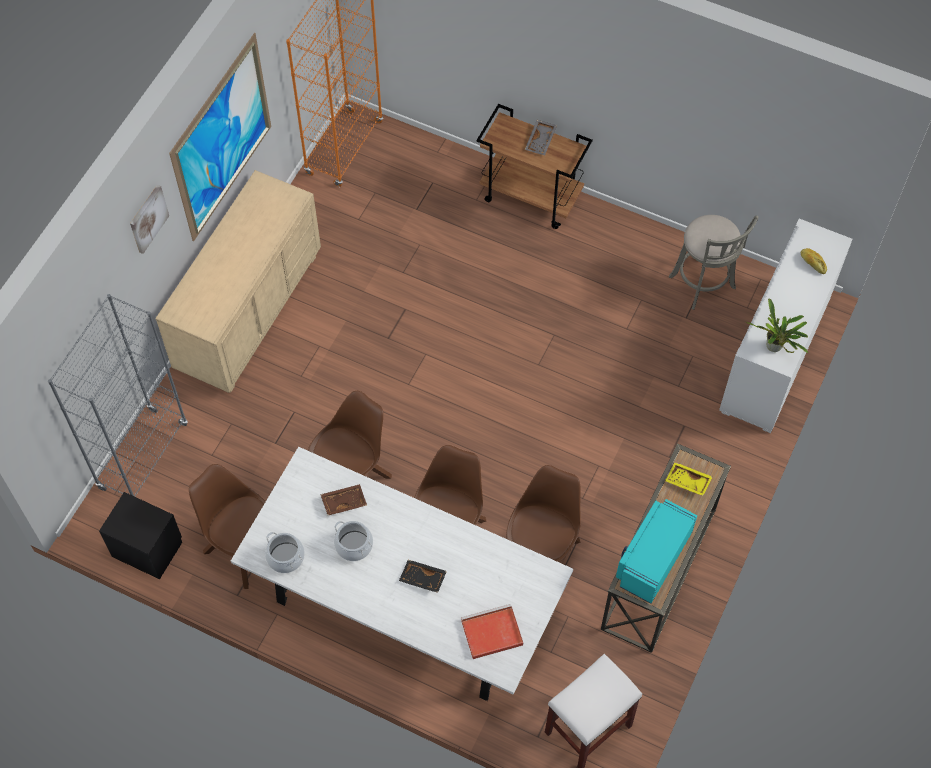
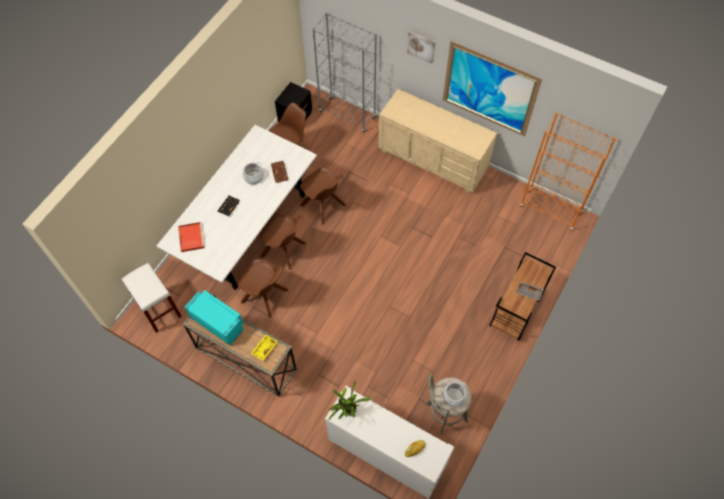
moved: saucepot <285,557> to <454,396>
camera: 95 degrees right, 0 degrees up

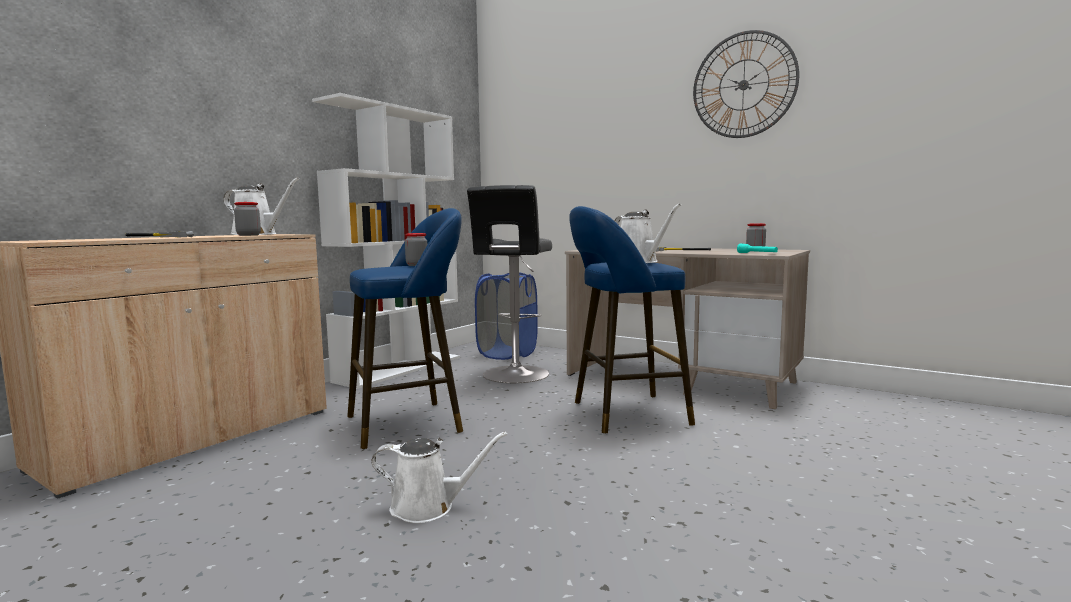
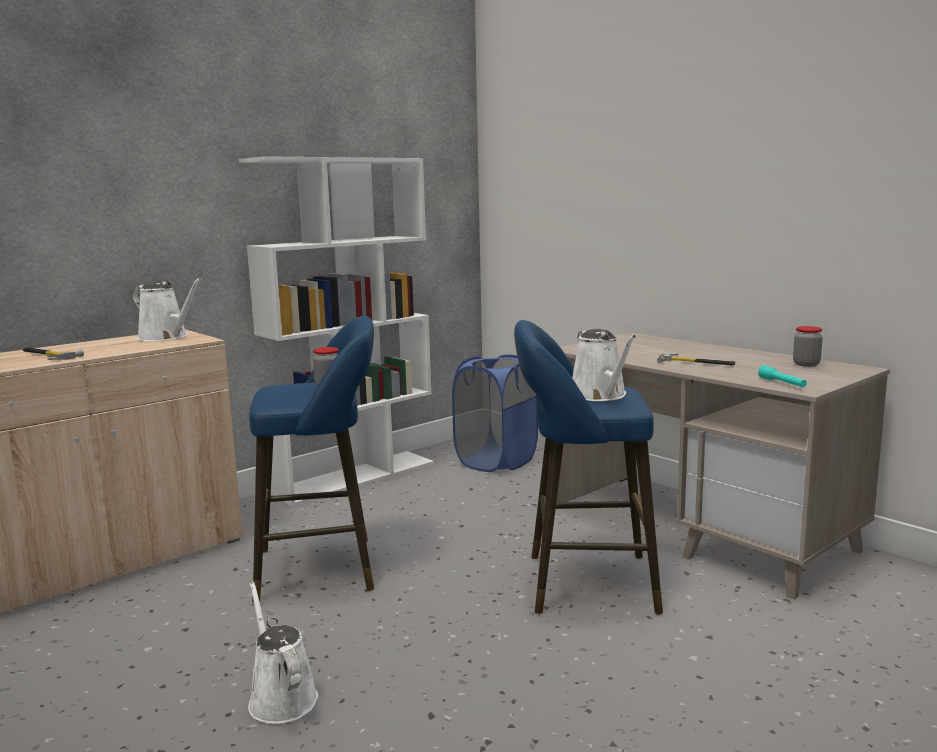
removed: clock on the wall <743,85>; black-coloured stool <514,375>; jar <248,235>
turned: white-coloured sprinkling can <428,507> = <281,698> 135 degrees counterclockwise
camera: 15 degrees right, 5 degrees up

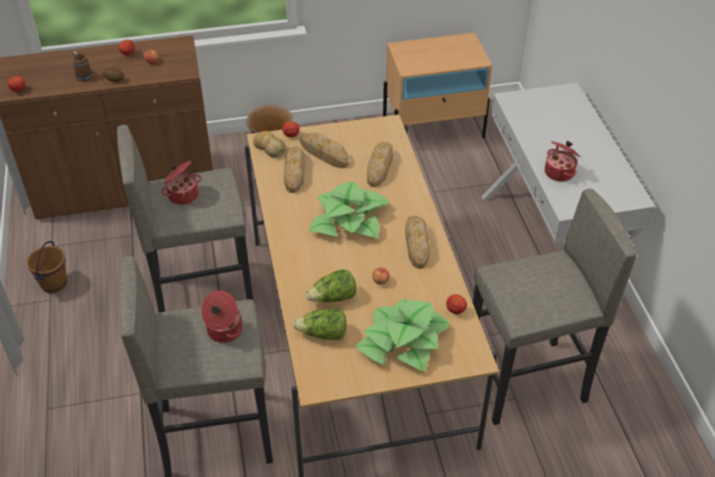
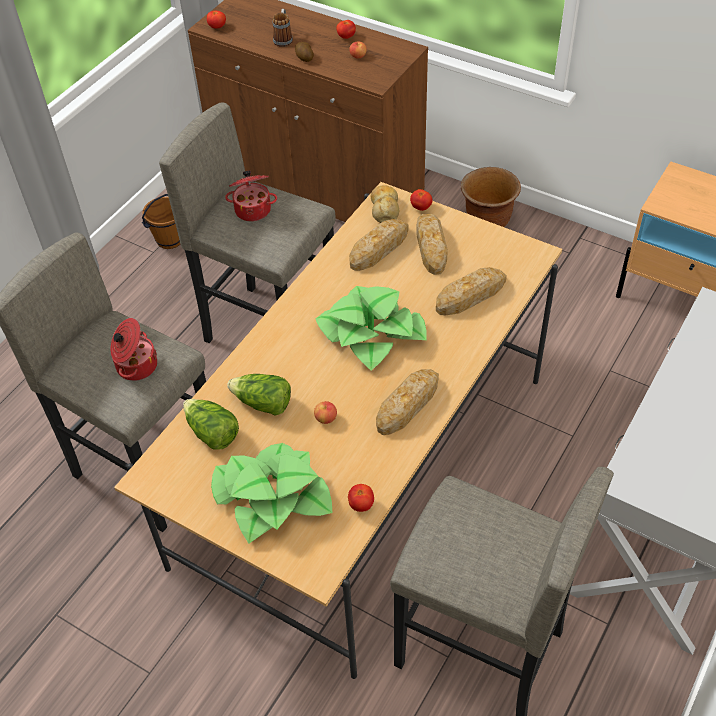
removed: saucepot <560,172>
camera: 45 degrees right, 5 degrees up

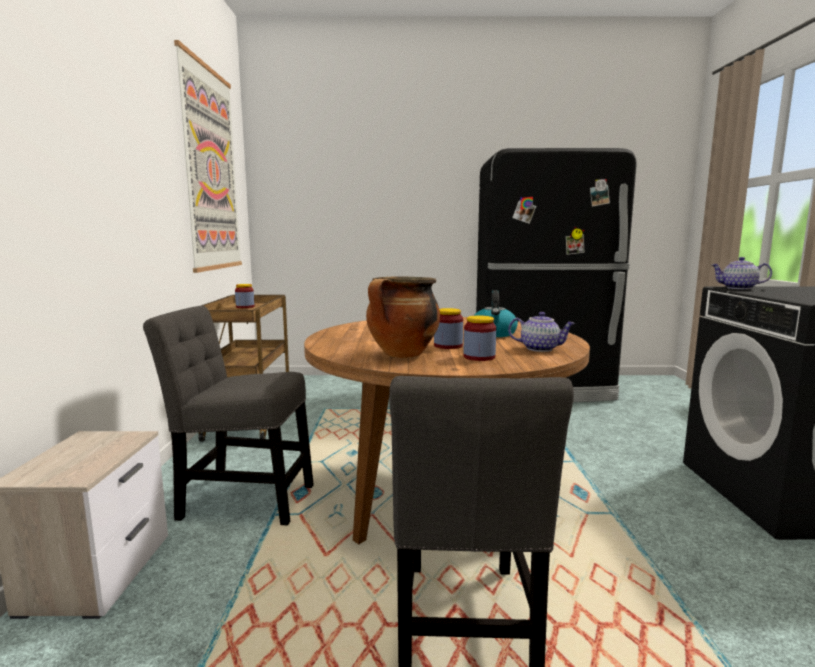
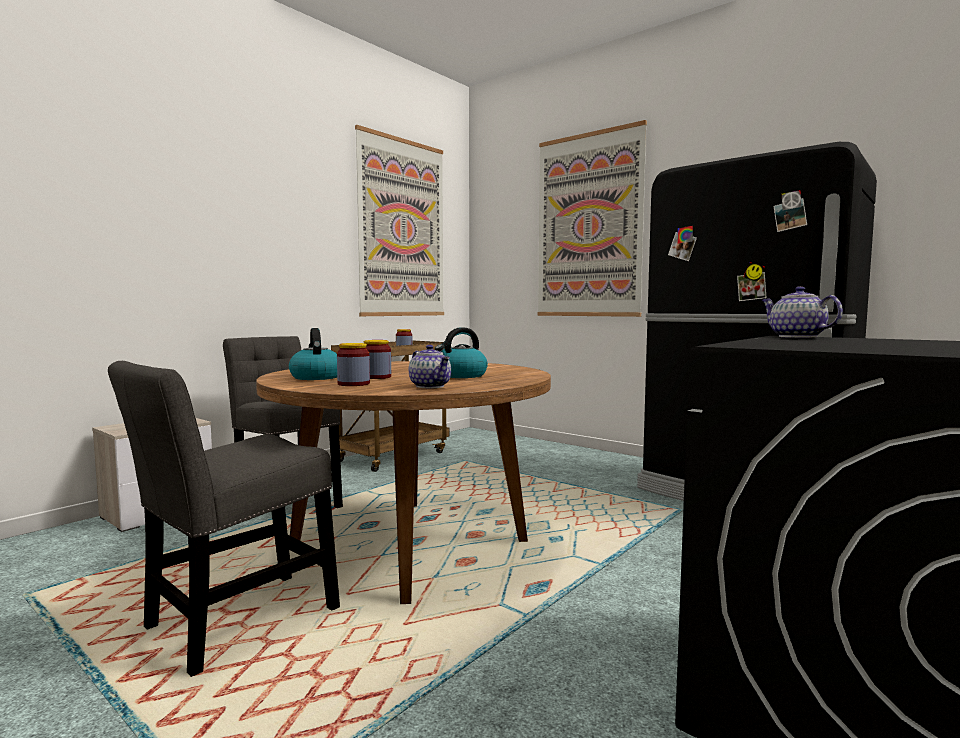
added: wall picture <588,226>
replaced: saucepot <402,355> to kettle <316,377>
camera: 40 degrees right, 5 degrees down

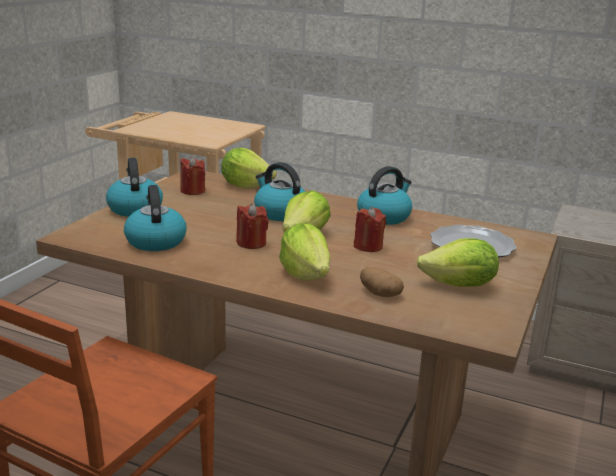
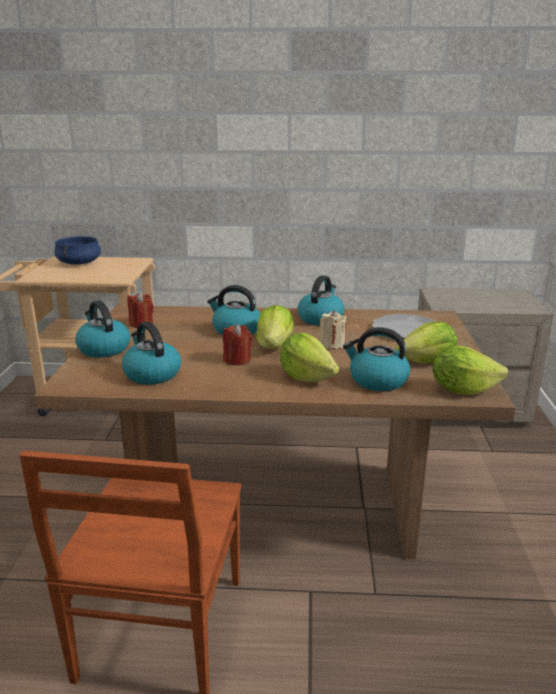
added: blue saucepot <79,263>
moved: lettuce head <246,185> to <462,390>
replaced: spud <379,293> to kettle <377,381>
recoloured: red wax candle <368,246> to beige wax candle <332,345>
camera: 20 degrees left, 0 degrees up

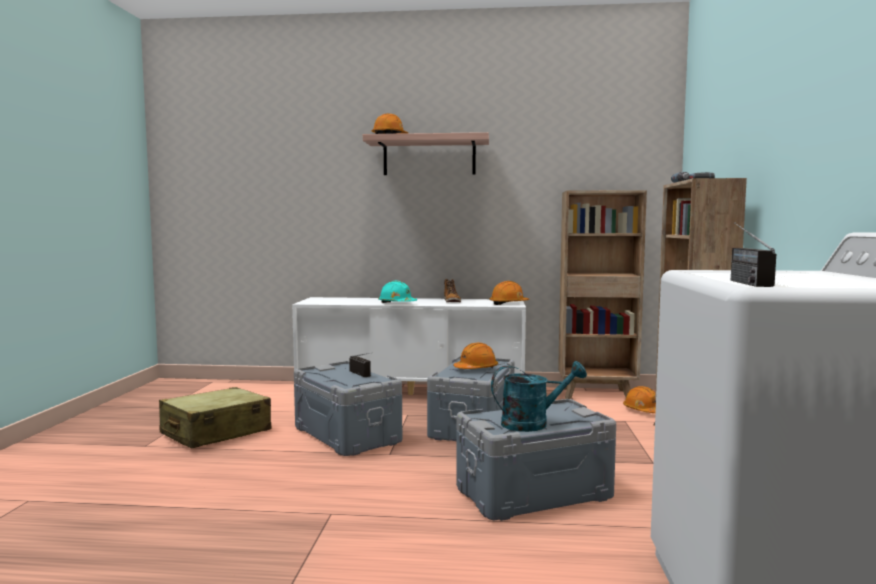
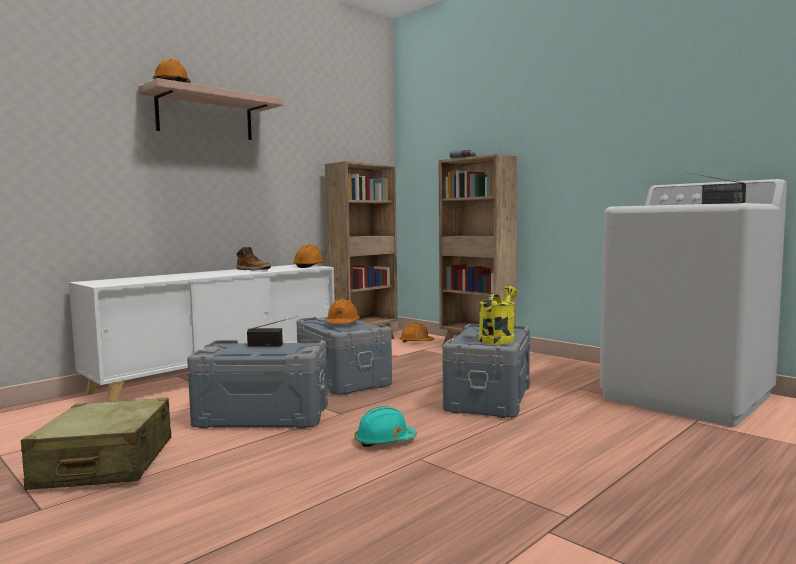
moved: turquoise-coloured hard hat <397,303> to <384,441>
recoloured: turquoise-coloured sprinkling can <533,423> to yellow-coloured sprinkling can <498,339>
camera: 50 degrees left, 0 degrees up

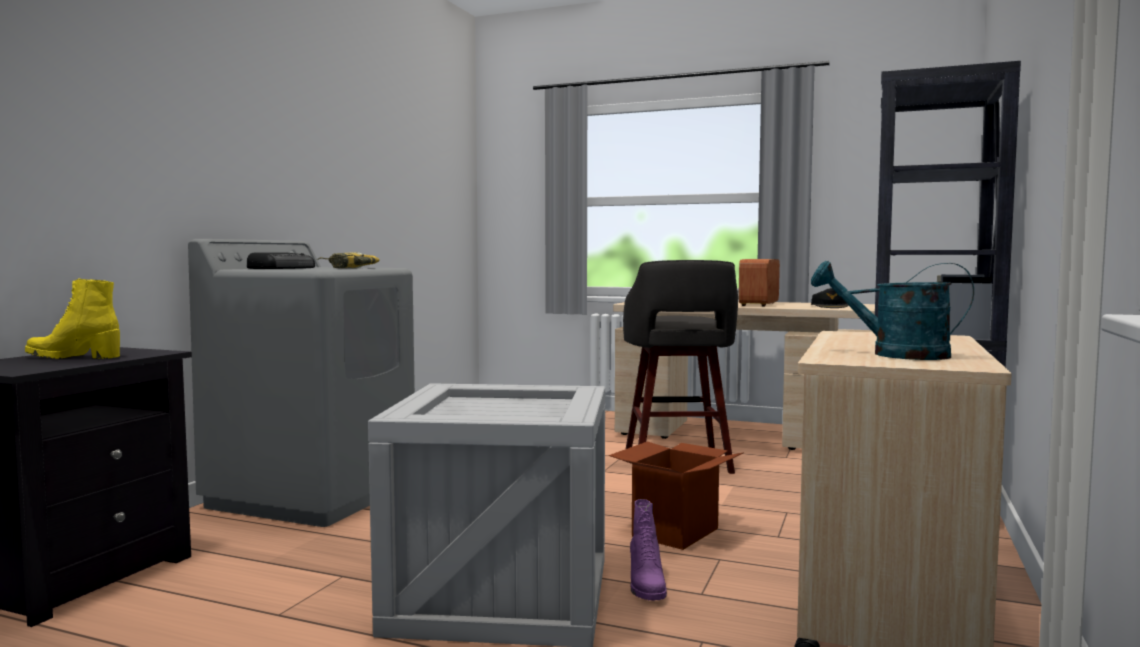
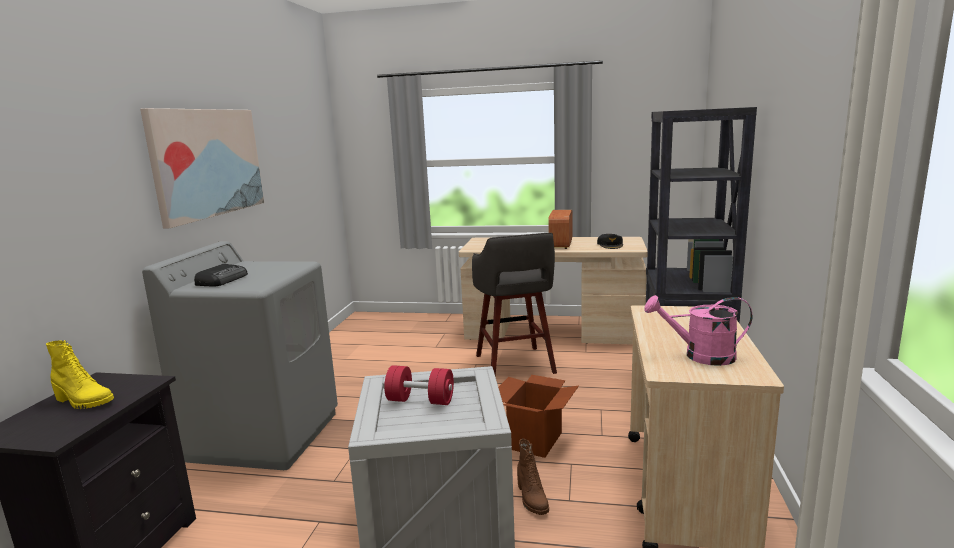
removed: power drill <345,268>
added: wall picture <207,163>; red hand weight <420,400>
recoloured: turquoise-coloured sprinkling can <895,354> to pink-coloured sprinkling can <700,356>; purple high-top boot <645,586> to brownish high-top boot <531,499>
turned: yellow-coloured high-top boot <74,357> = <83,402> 150 degrees counterclockwise
camera: 10 degrees left, 10 degrees up

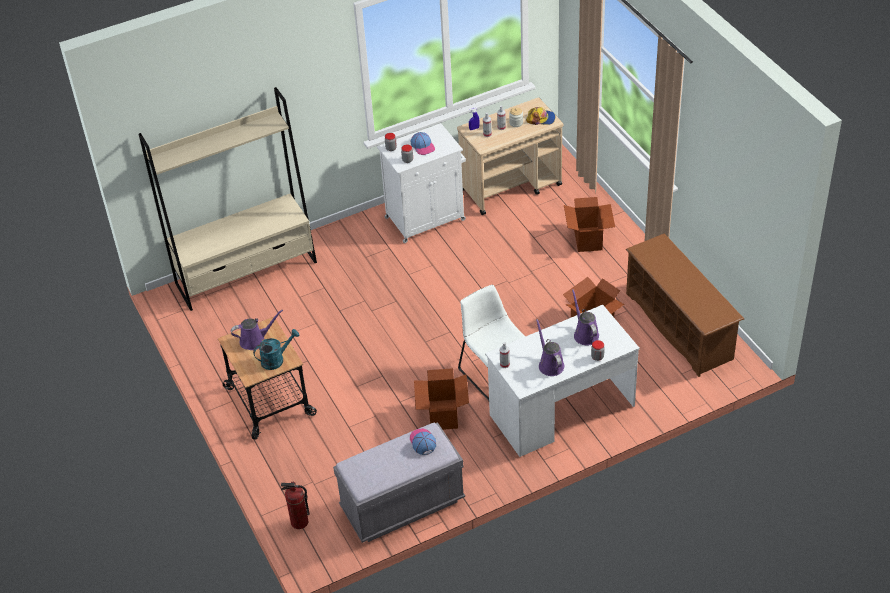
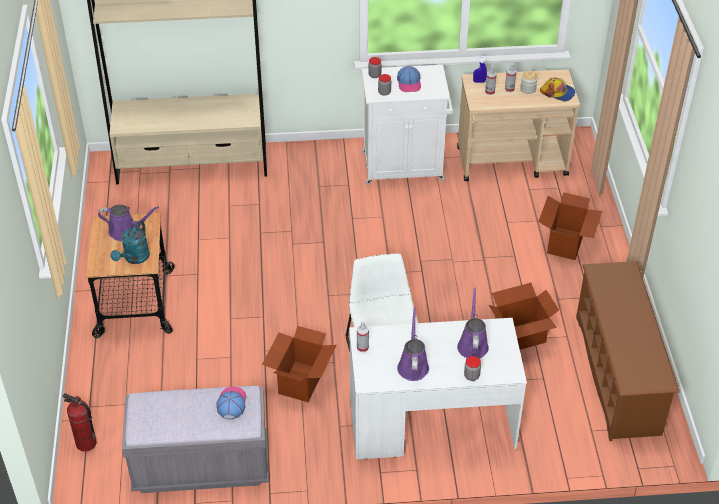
turned: turquoise-coloured sprinkling can <276,359> = <134,258> 120 degrees clockwise
camera: 20 degrees right, 0 degrees up

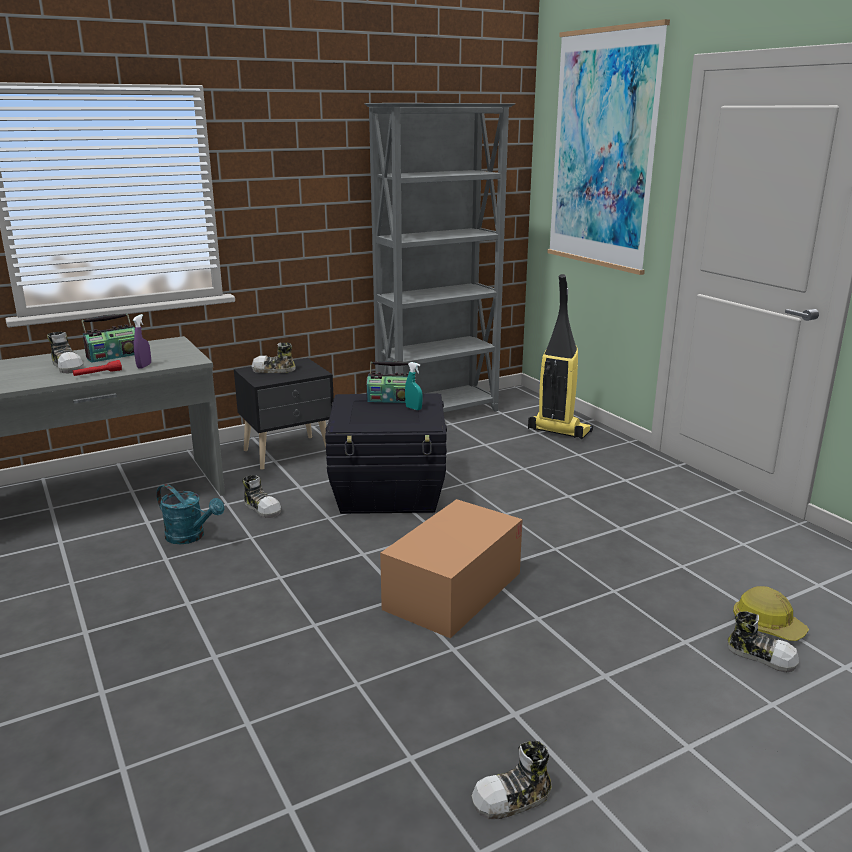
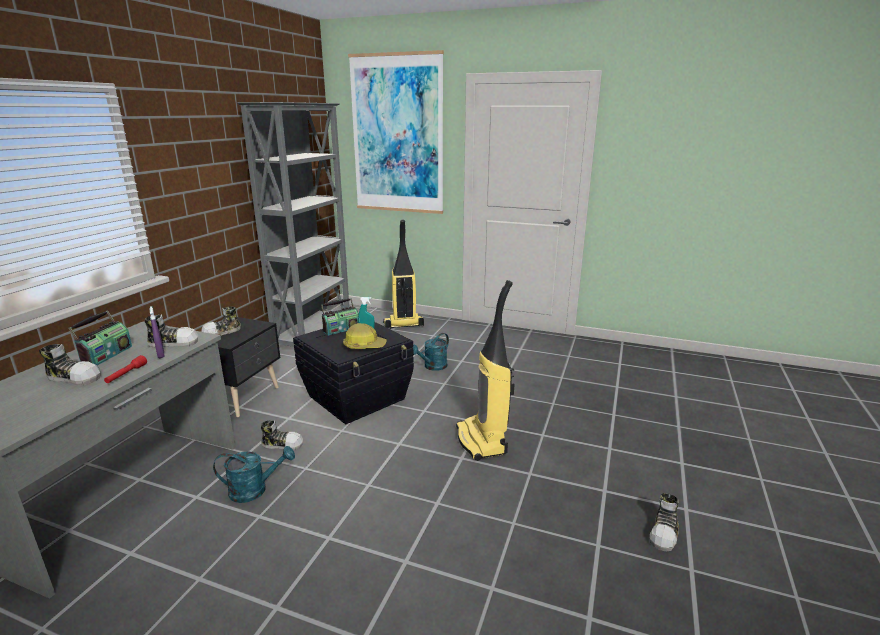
added: turquoise-coloured sprinkling can <432,367>
moved: hard hat <767,625> to <364,346>; item of footwear <761,656> to <173,343>
replaced: packing box <453,590> to vacuum cleaner <482,440>
camera: 40 degrees left, 0 degrees up

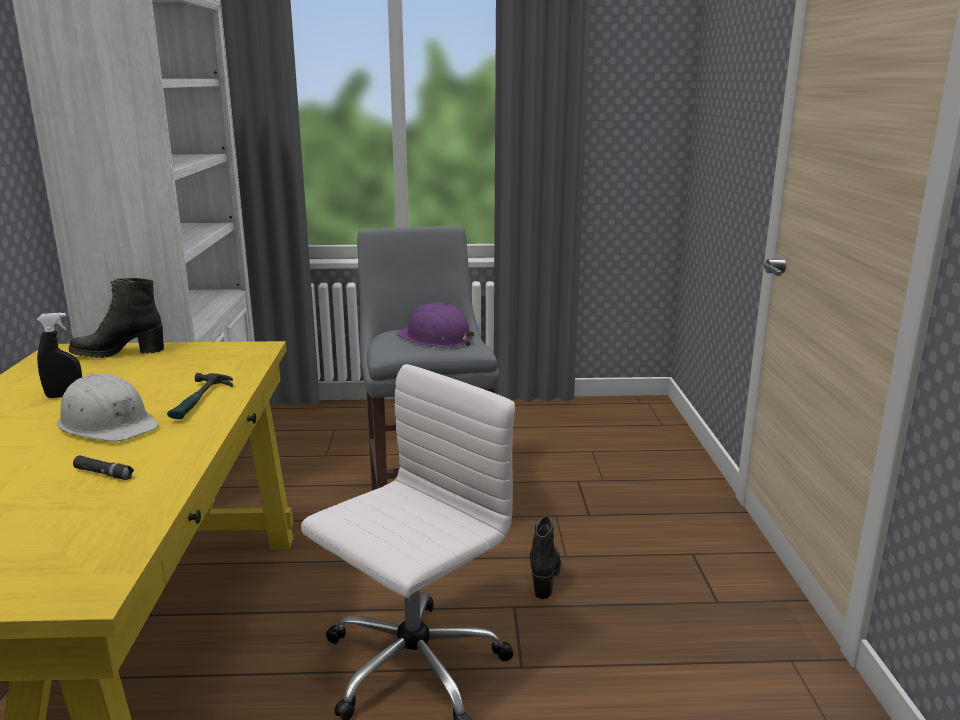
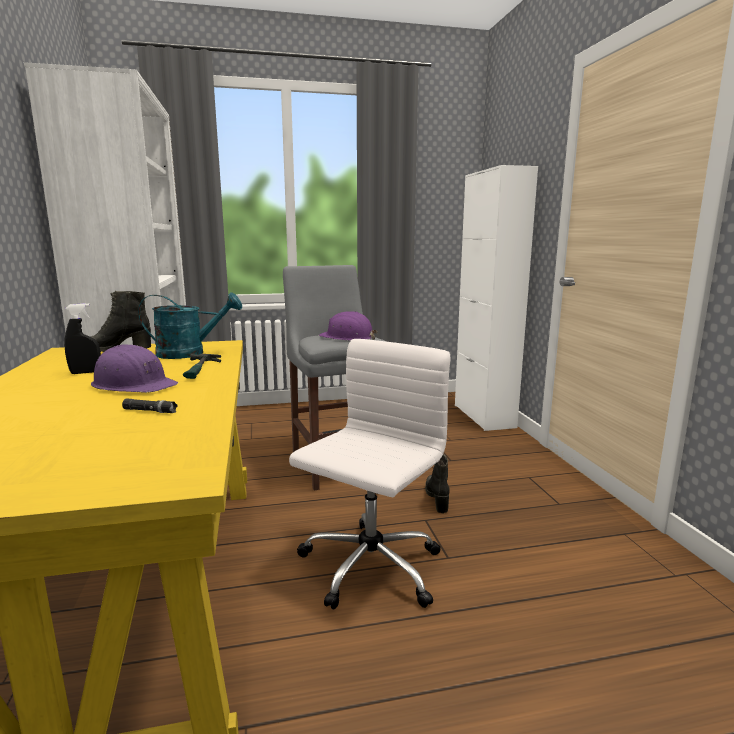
added: white-coloured storage cabinet <484,416>; turquoise-coloured sprinkling can <190,353>
recoloured: white-coloured hard hat <108,424> to purple hard hat <134,385>
camera: 10 degrees left, 5 degrees down

